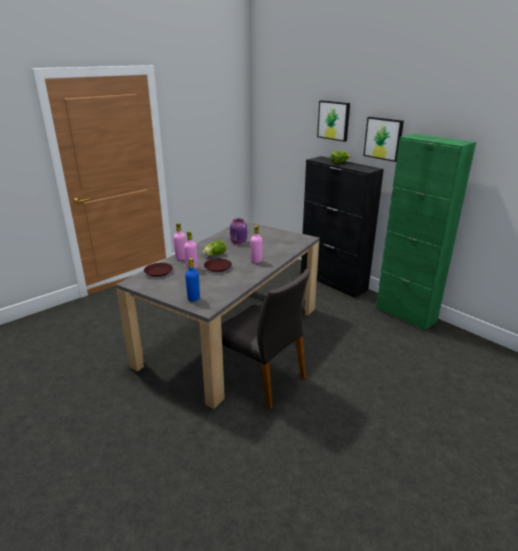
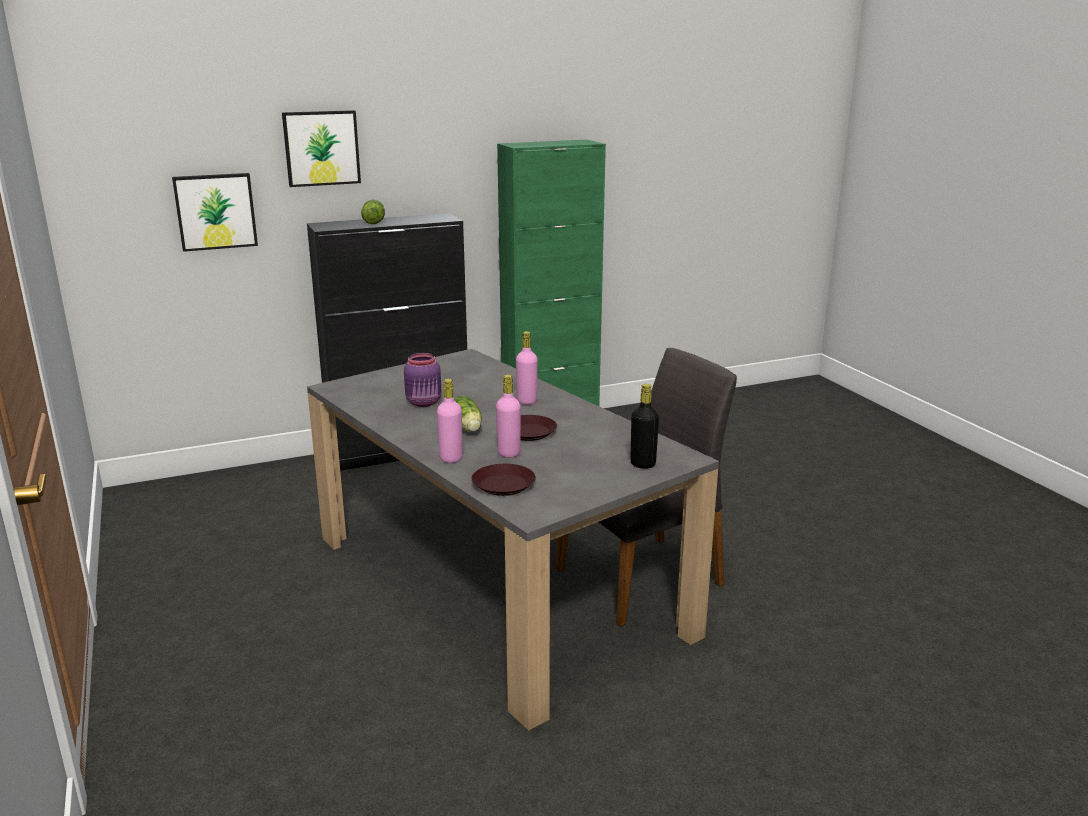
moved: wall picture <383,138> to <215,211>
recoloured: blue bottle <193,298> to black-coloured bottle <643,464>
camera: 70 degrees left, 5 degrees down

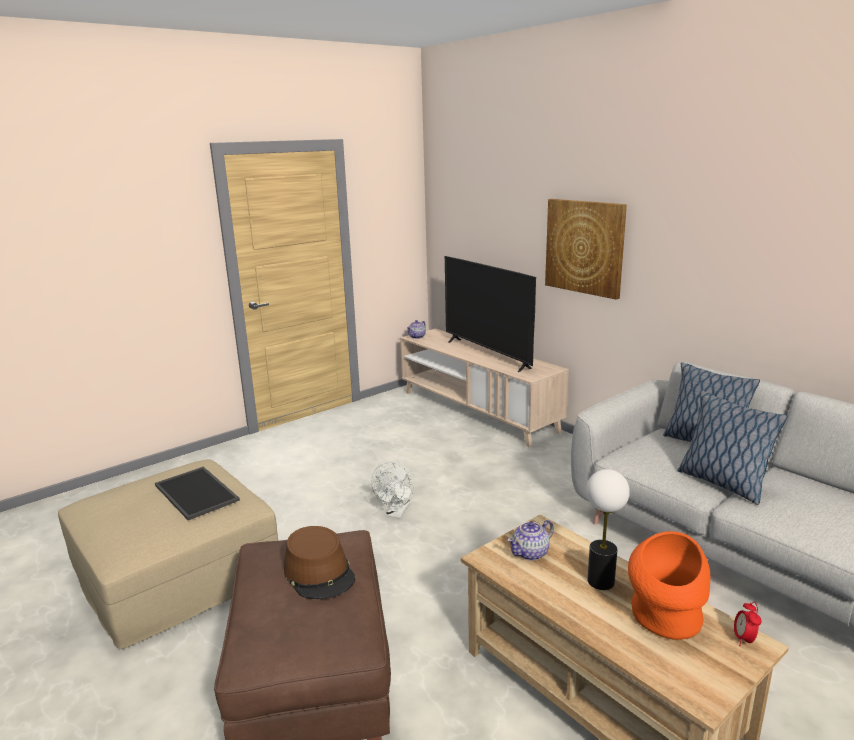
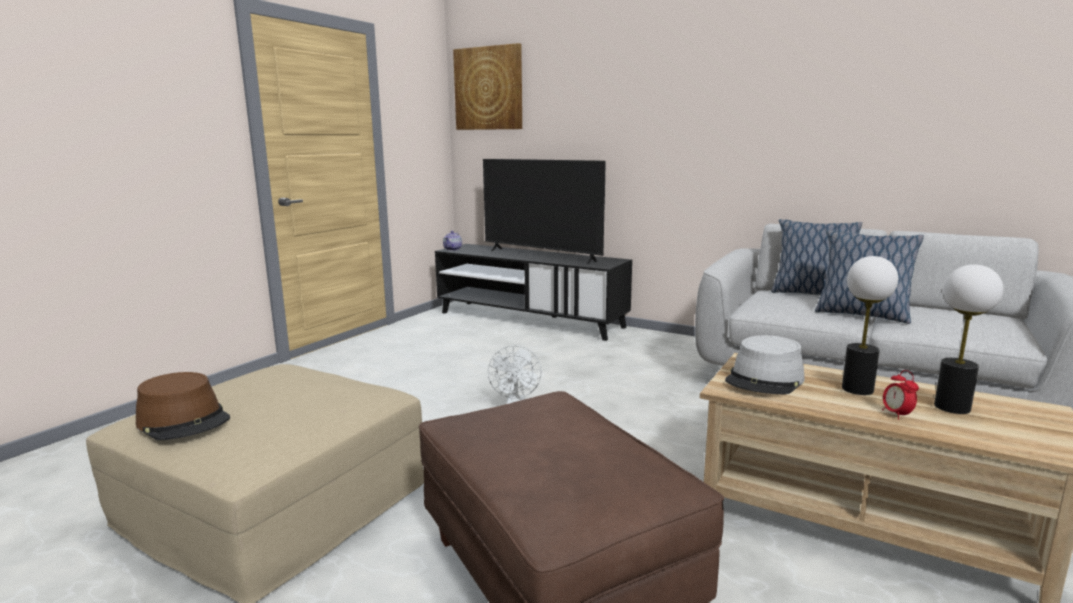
removed: carrying tray <198,492>
moved: wall picture <584,247> to <488,88>; brownish clothing hat <319,573> to <184,420>; table clock <744,639> to <896,414>
replaced: tea pot <531,553> to greyish clothing hat <765,379>; orange flower vase <664,622> to lamp for a table <952,407>
recoloured: beige media console <477,411> to black-coloured media console <529,320>
camera: 20 degrees left, 5 degrees down

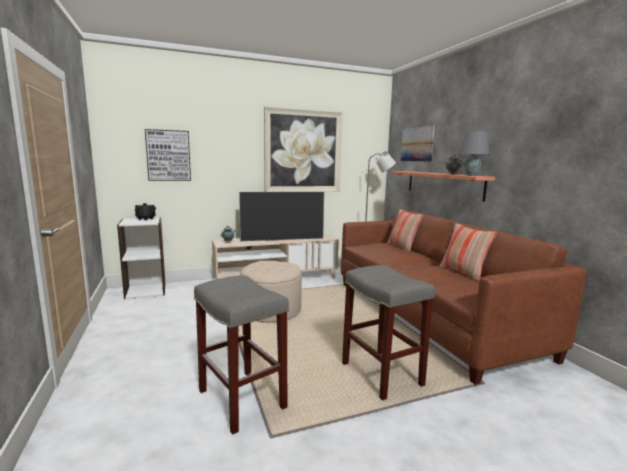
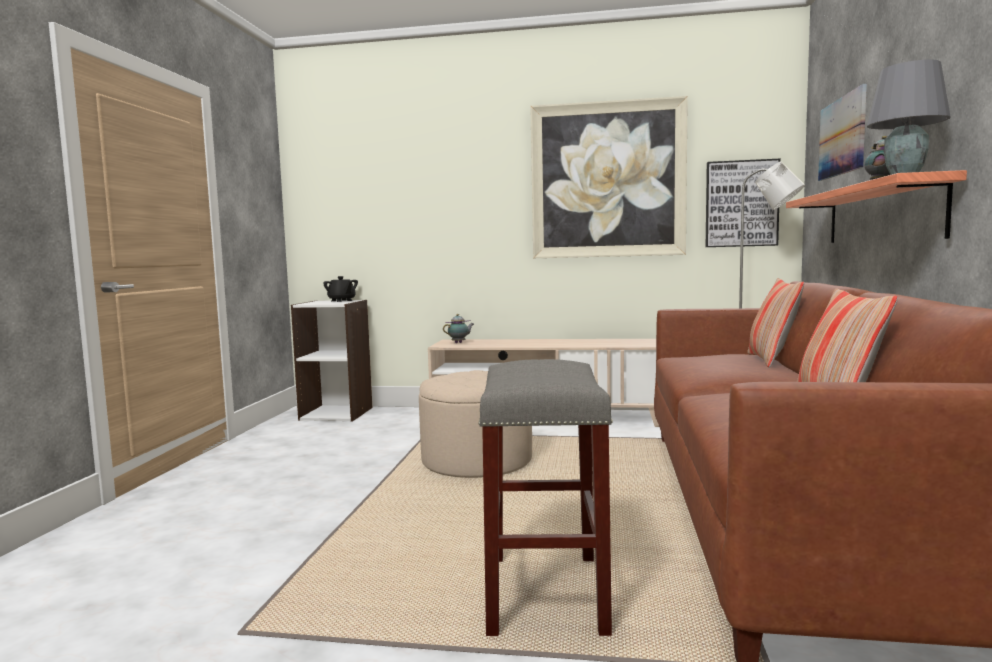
removed: TV set <282,240>; greyish stool <243,399>
moved: wall picture <168,155> to <741,204>
camera: 30 degrees right, 5 degrees down

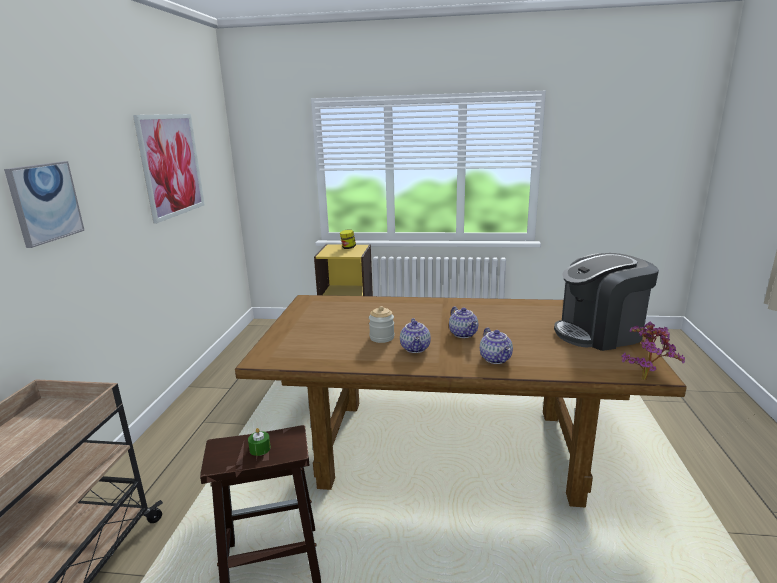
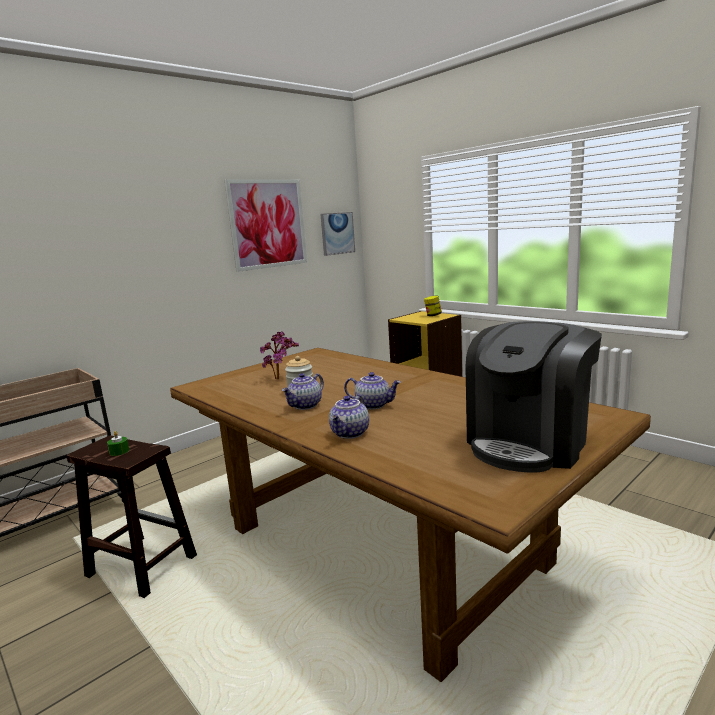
moved: wall picture <45,202> to <337,233>; potted plant <645,378> to <281,379>
turned: coffee machine <599,333> = <529,442> 75 degrees counterclockwise; tea pot <464,334> = <374,405> 90 degrees counterclockwise
camera: 40 degrees right, 5 degrees down

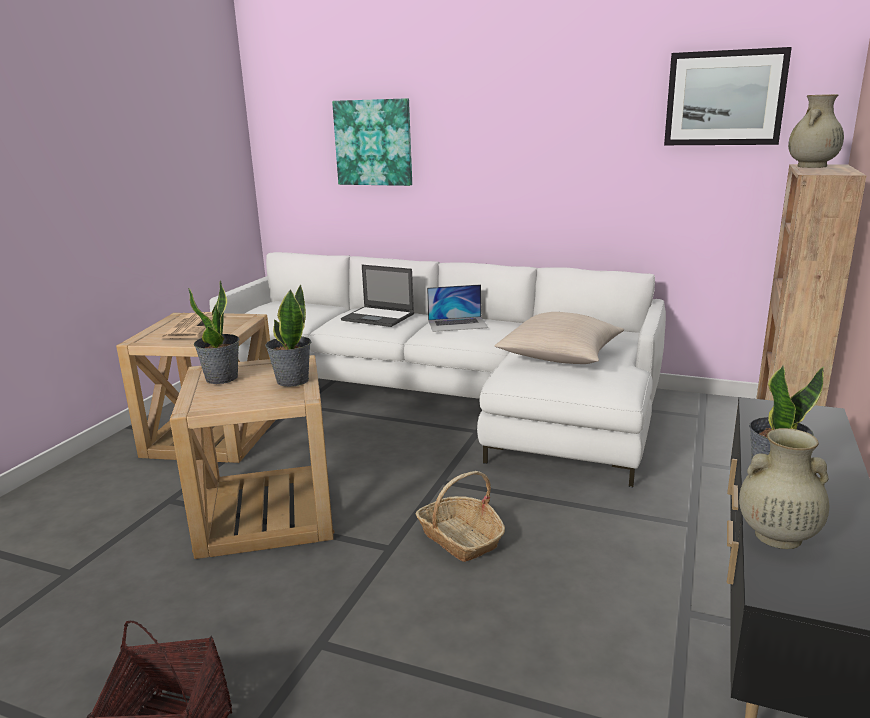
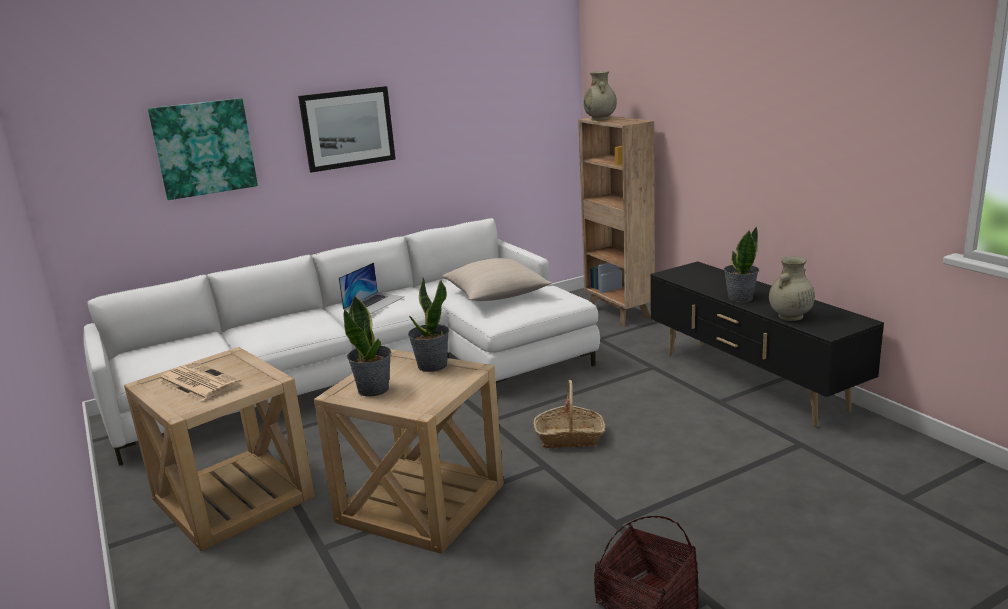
removed: notebook computer <379,317>
moved: wall picture <724,98> to <348,128>
camera: 50 degrees left, 0 degrees up

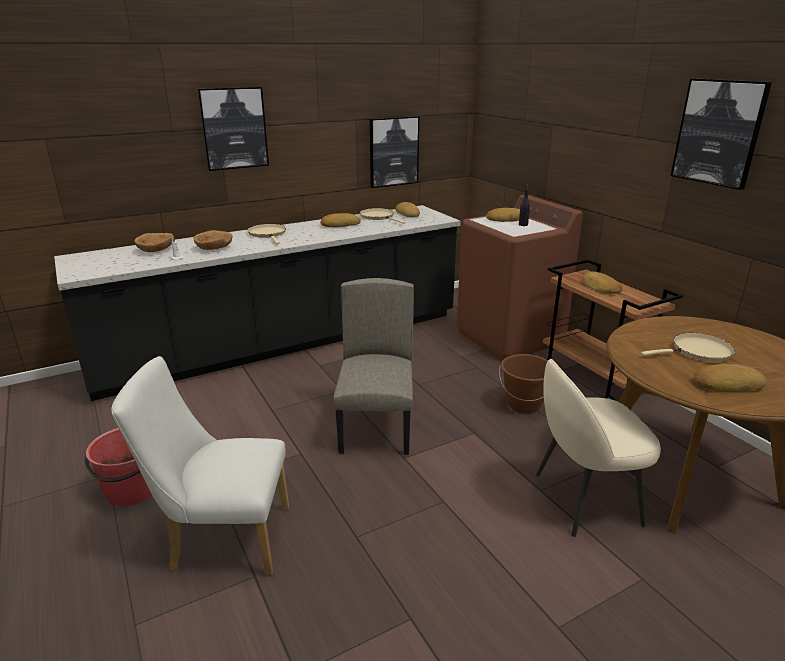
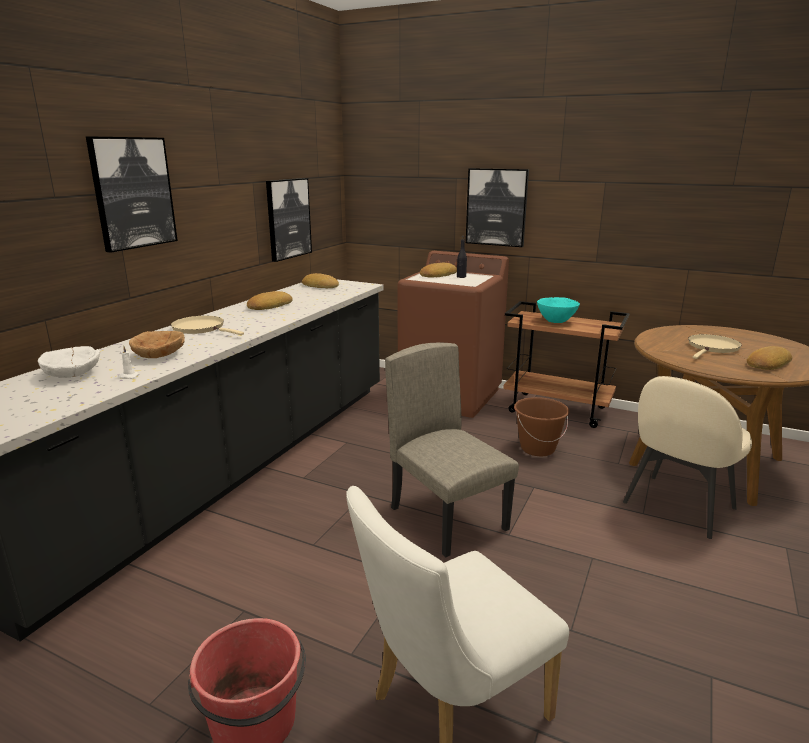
removed: beige skillet <378,217>
moved: wall picture <718,132> to <496,207>
replaced: bread <600,287> to turquoise-coloured serving bowl <556,321>
recoloured: brownish serving bowl <156,250> to white-coloured serving bowl <73,374>
camera: 35 degrees left, 5 degrees down

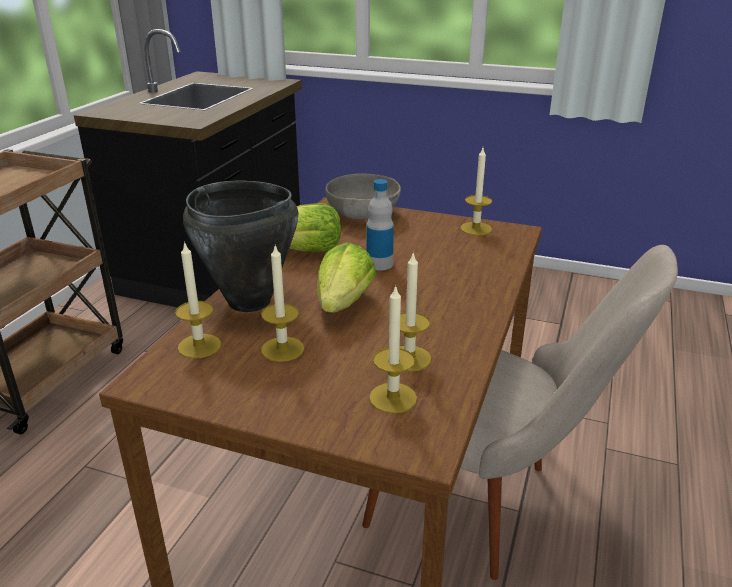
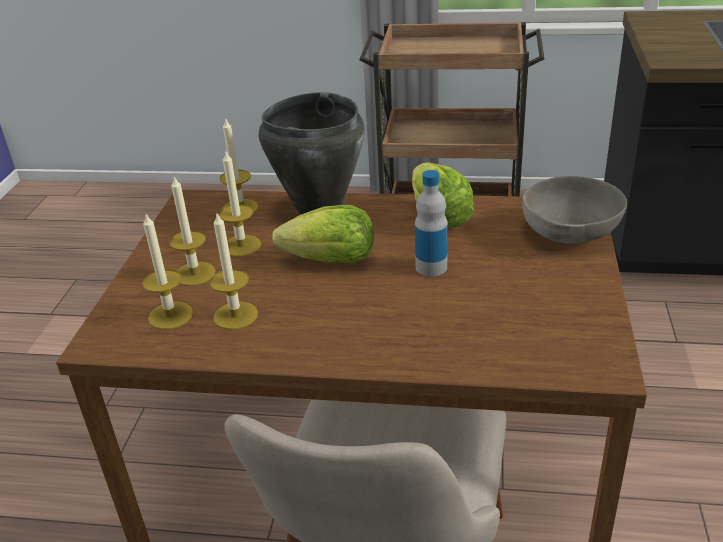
moved: wax candle <476,229> to <194,274>
camera: 80 degrees right, 5 degrees up

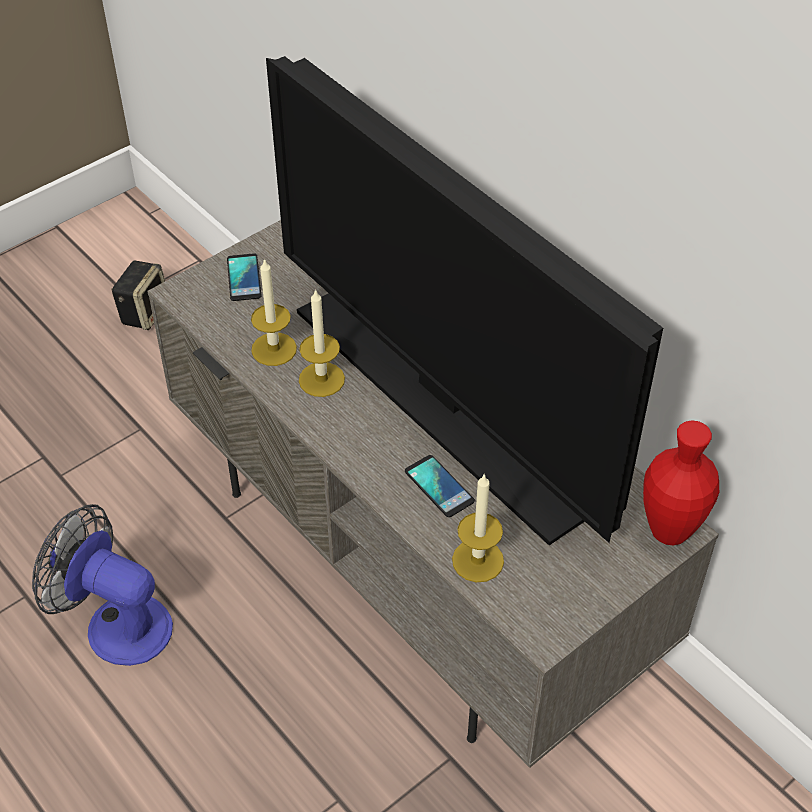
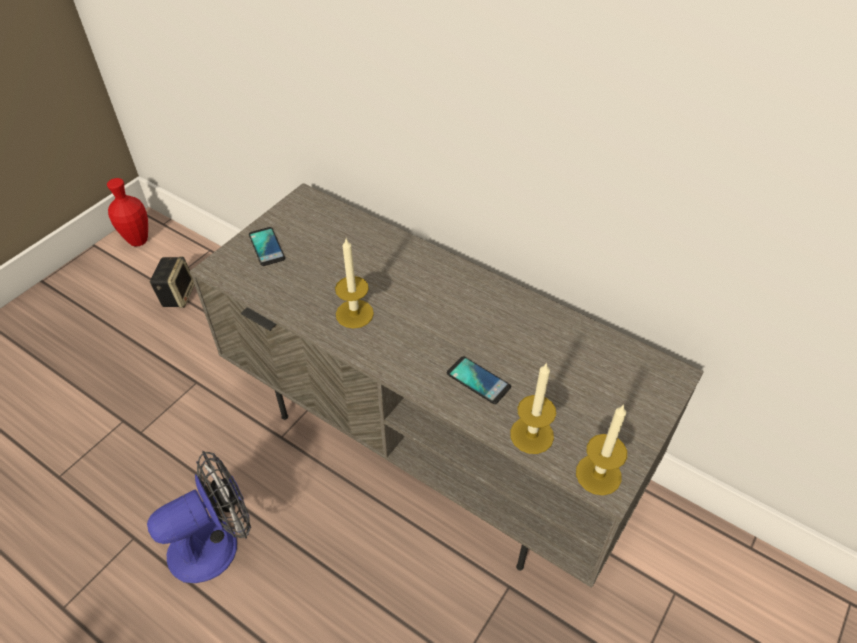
removed: TV set <443,405>
moved: wax candle <274,349> to <598,474>; red flower vase <669,531> to <138,241>
turned: cooling fan <116,623> = <215,542> 135 degrees clockwise
camera: 15 degrees left, 0 degrees up

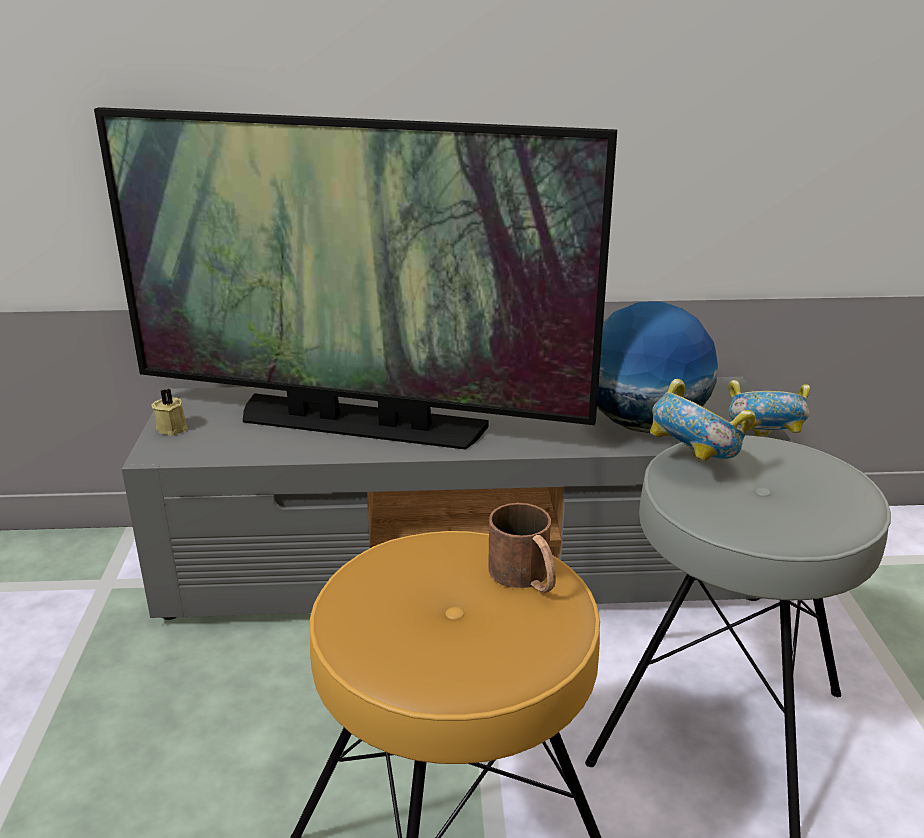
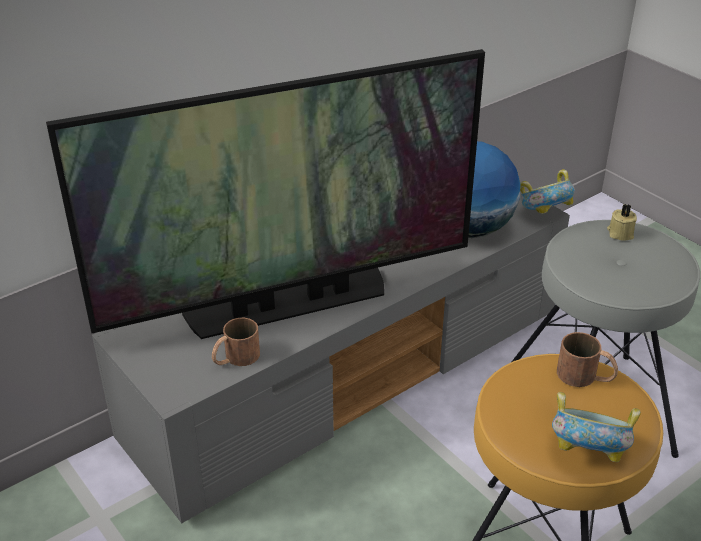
added: brownish coffee mug <235,358>
moved: serving bowl <694,465> to <588,454>; beige wax candle <173,427> to <620,233>
camera: 35 degrees left, 10 degrees up

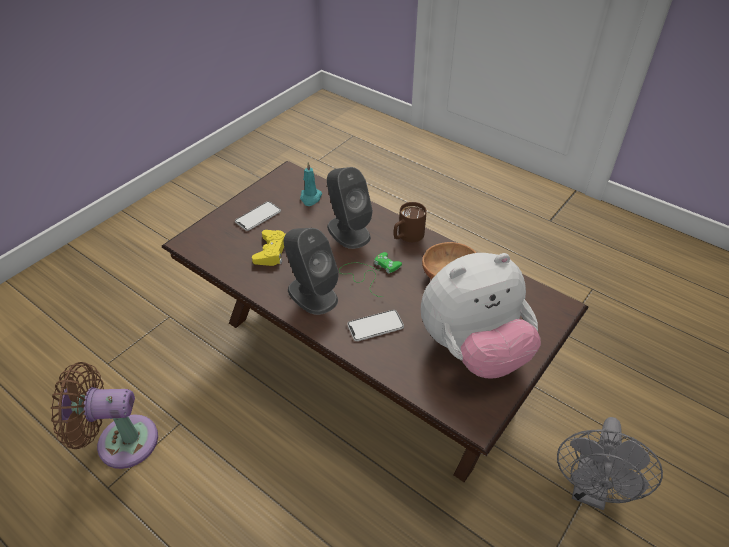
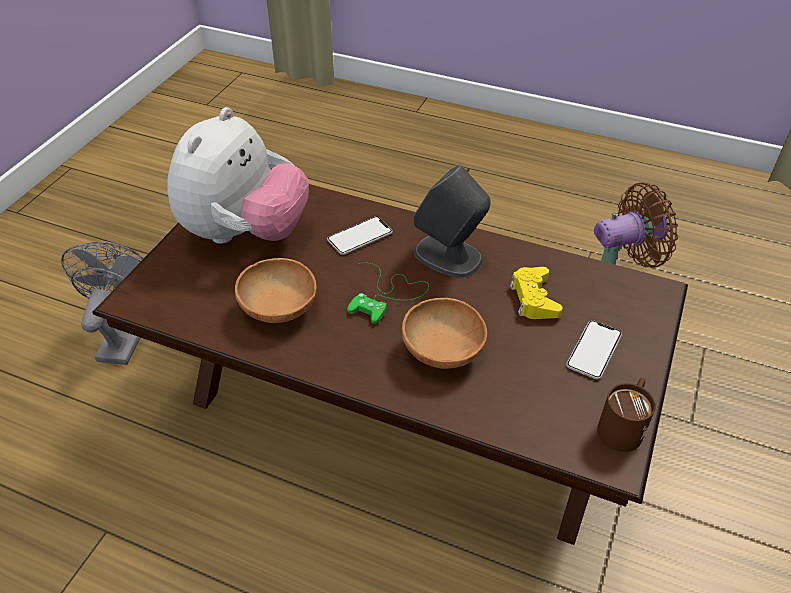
removed: turquoise-coloured wax candle <310,198>
moved: brownish coffee mug <407,236> to <623,425>
replaced: greyish audio speaker <348,231> to brownish serving bowl <443,353>
turned: soft toy <473,349> = <245,233> 150 degrees clockwise
camera: 165 degrees right, 0 degrees up

